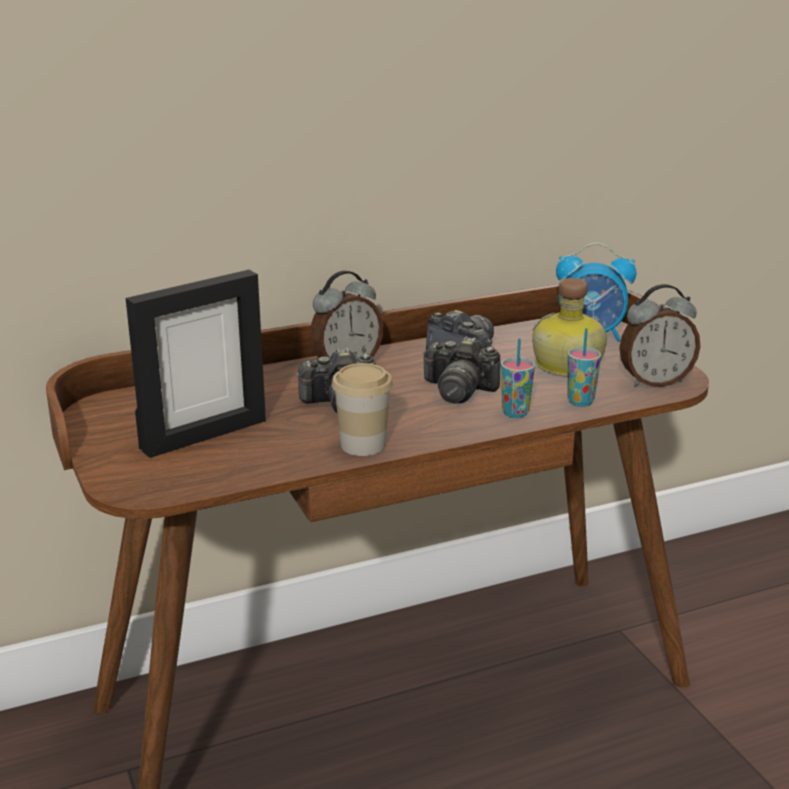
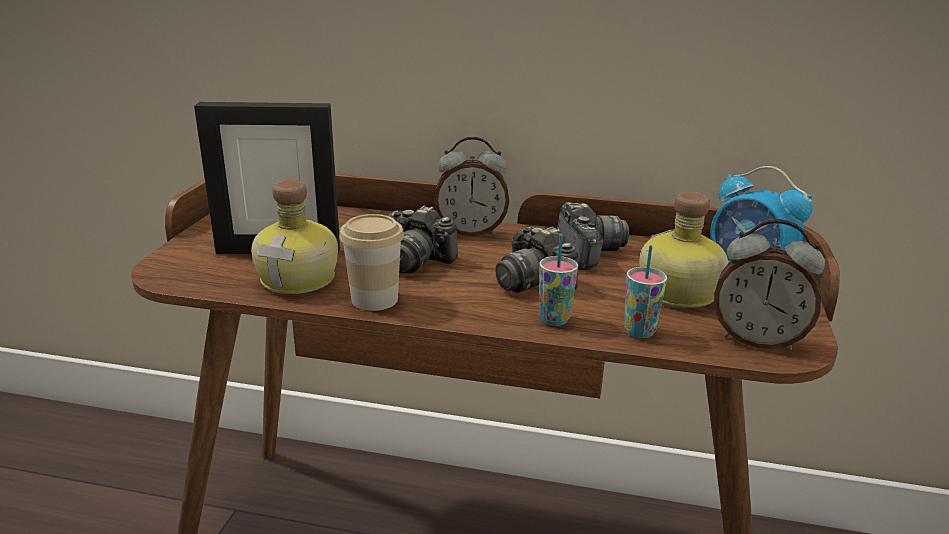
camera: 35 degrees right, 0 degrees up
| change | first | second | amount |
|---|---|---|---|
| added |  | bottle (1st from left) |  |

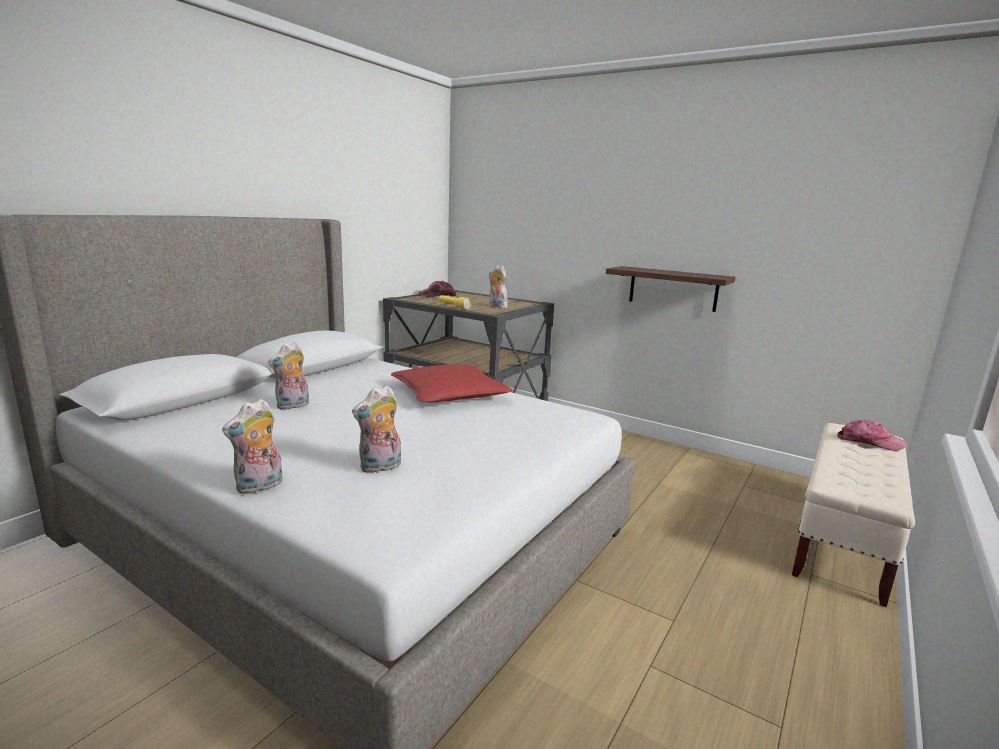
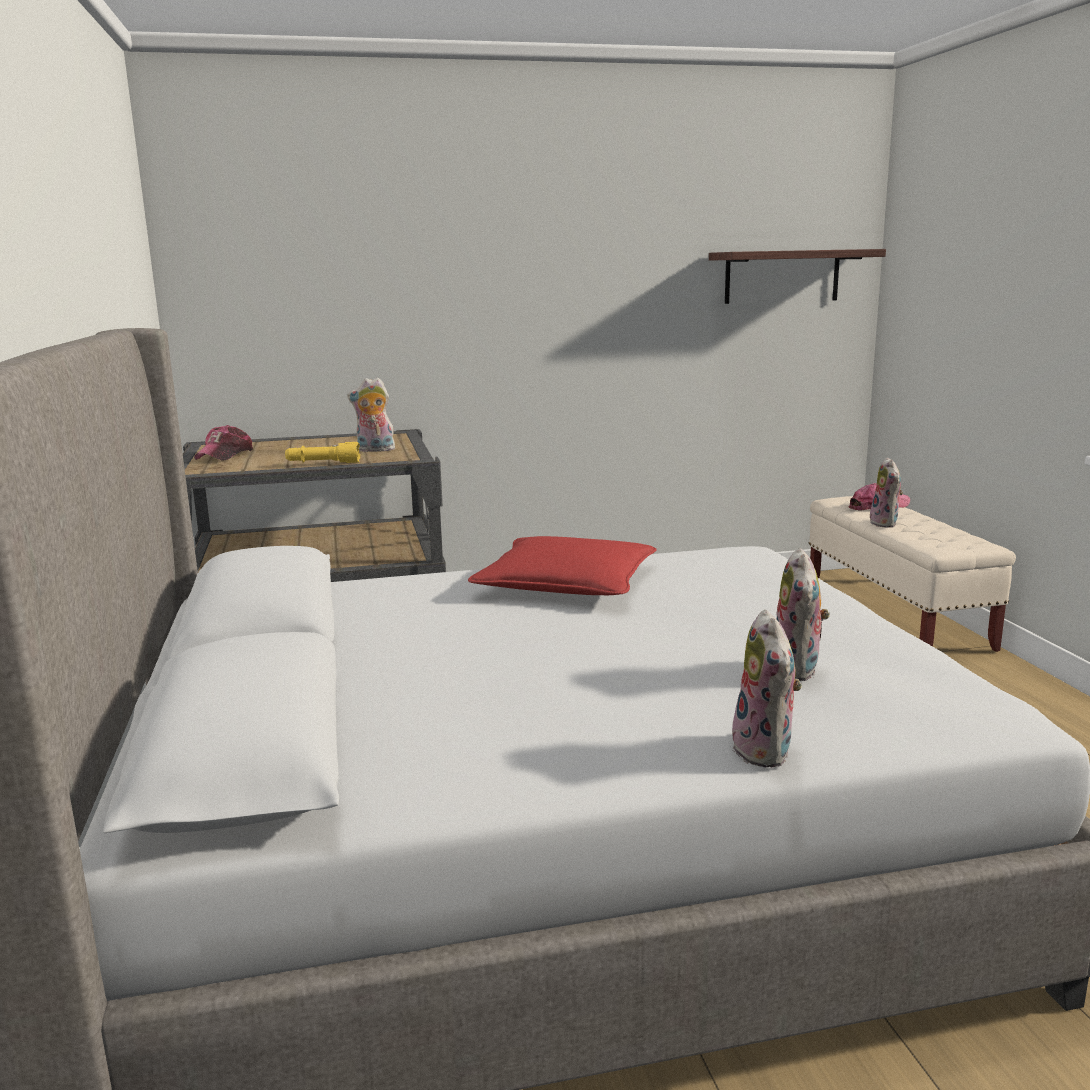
camera: 45 degrees left, 0 degrees up
| change | first | second | amount |
|---|---|---|---|
| moved | plush toy (2nd from left in the first image) | plush toy (4th from left) |  |
| moved | shelf |  |  |

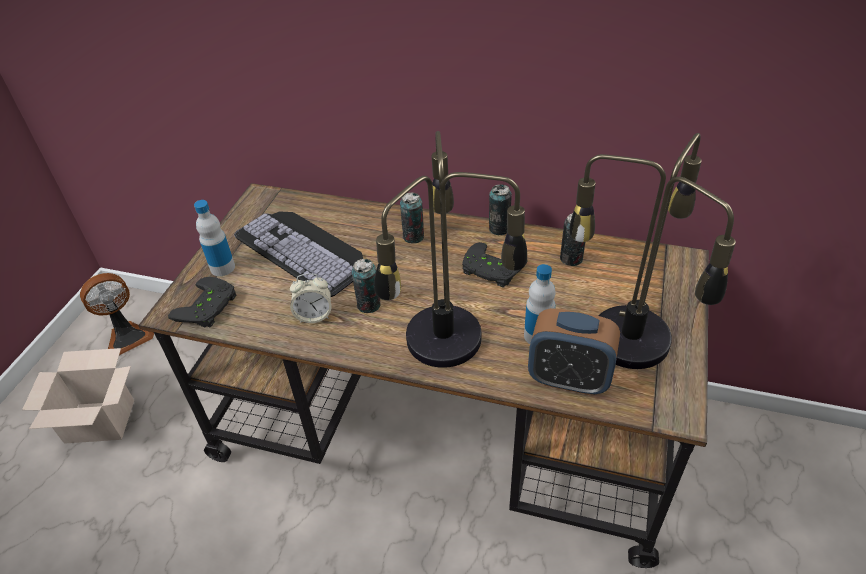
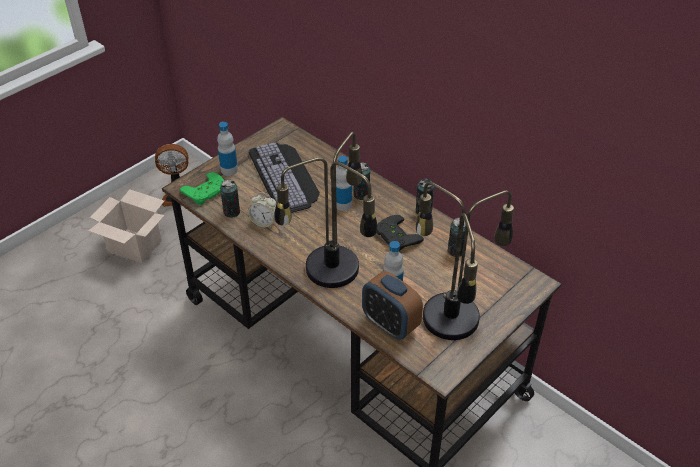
camera: 25 degrees right, 0 degrees up
| change | first | second | amount |
|---|---|---|---|
| added |  | bottle (2nd from left) |  |
| moved | can (1st from left) |  |  |
| recoloured | black game controller (1st from left) | green game controller |  |

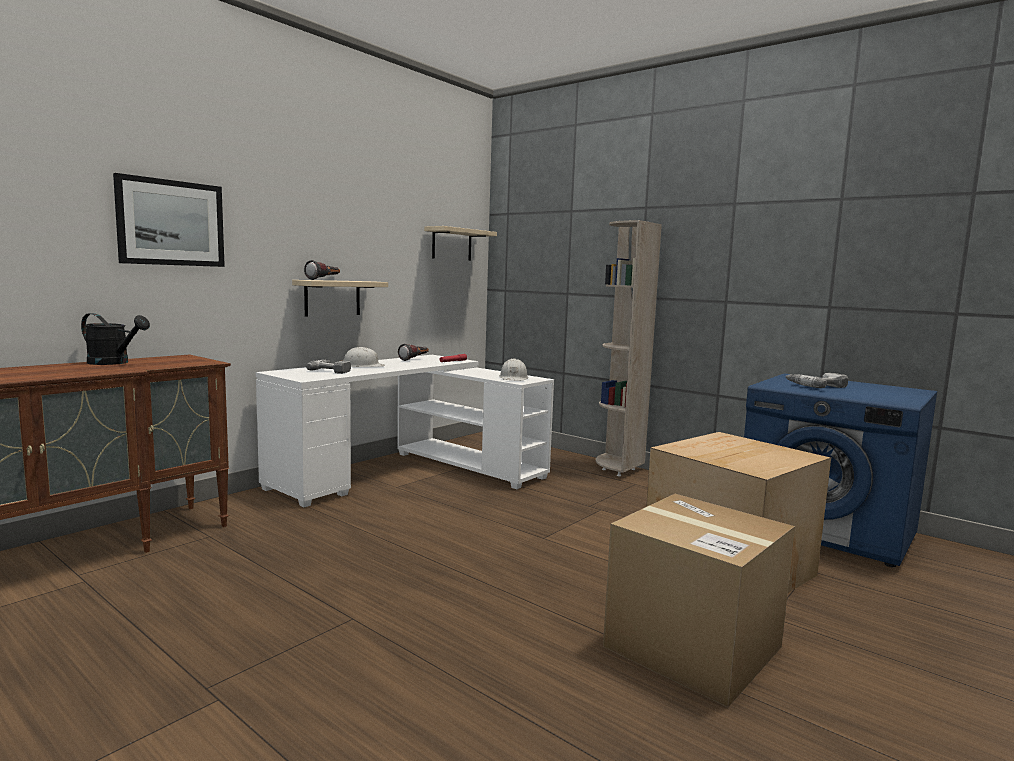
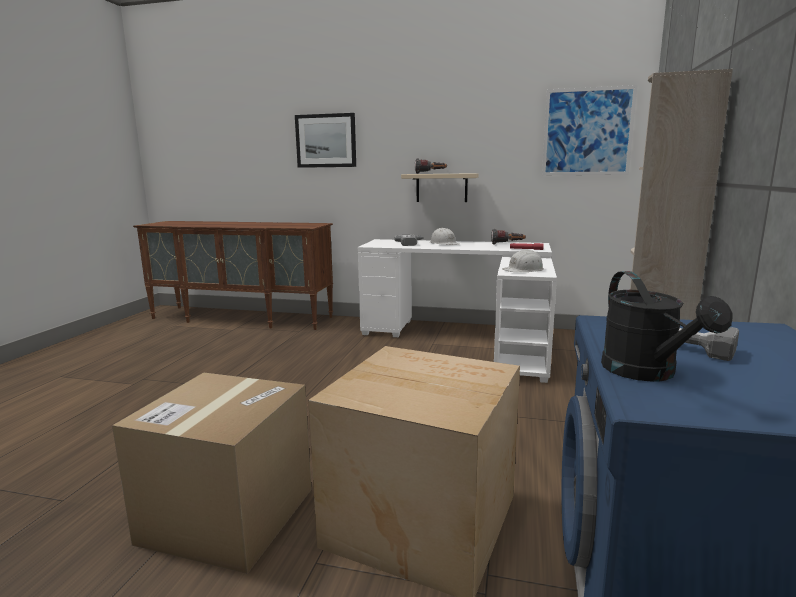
camera: 65 degrees right, 5 degrees up
| change | first | second | amount |
|---|---|---|---|
| moved | black watering can |  |  |
| replaced | beige shelf (2nd from left) | picture (2nd from left) |  |

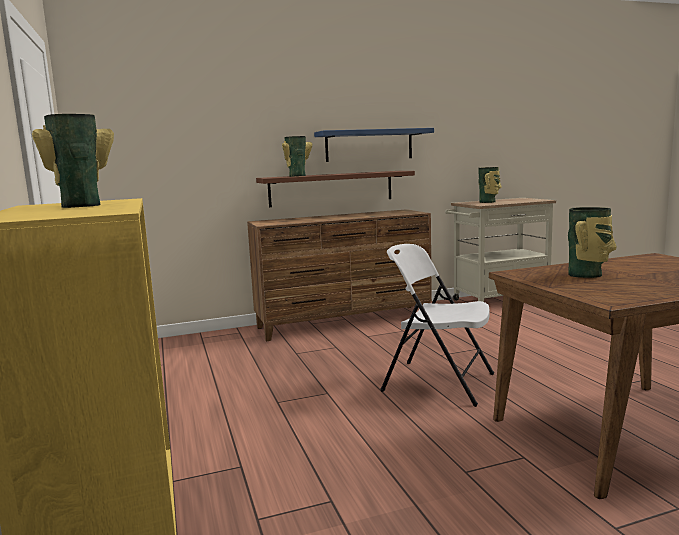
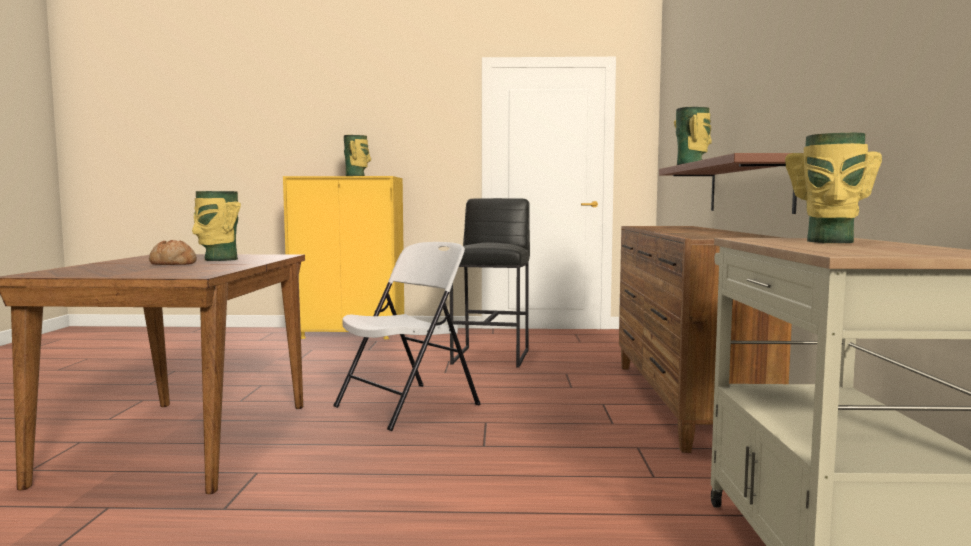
camera: 110 degrees right, 5 degrees down
| change | first | second | amount |
|---|---|---|---|
| removed | blue shelf |  |  |
| added |  | bread |  |
| added |  | black stool |  |

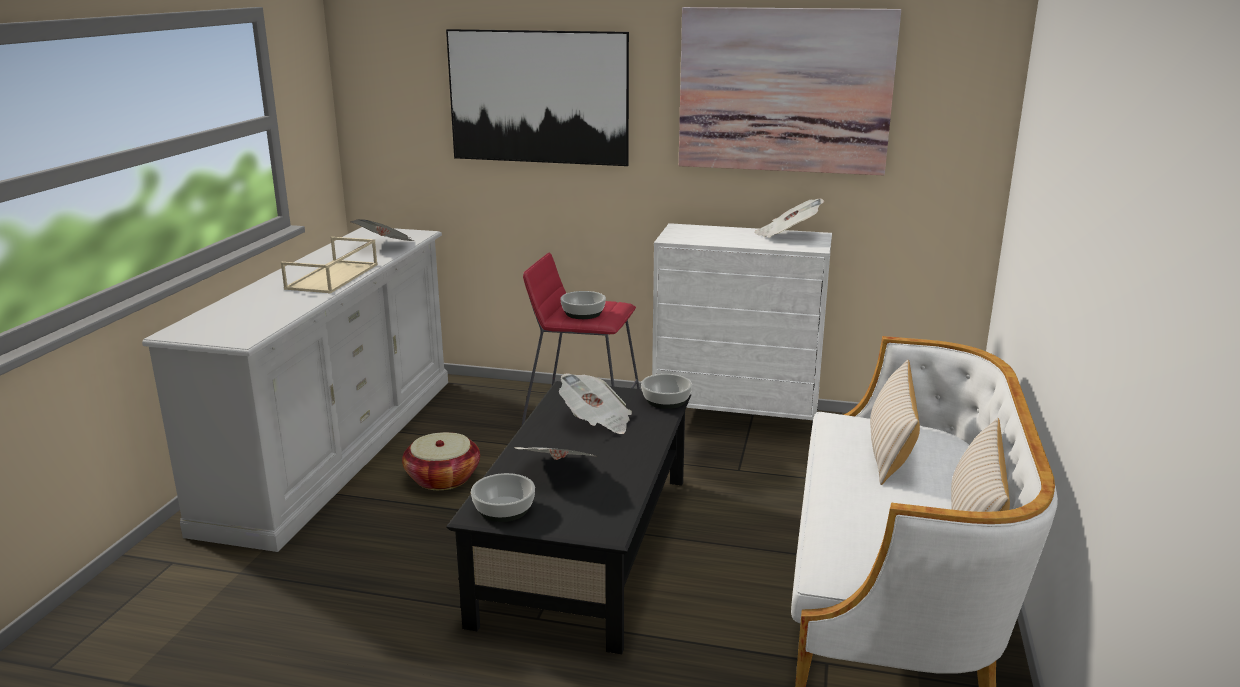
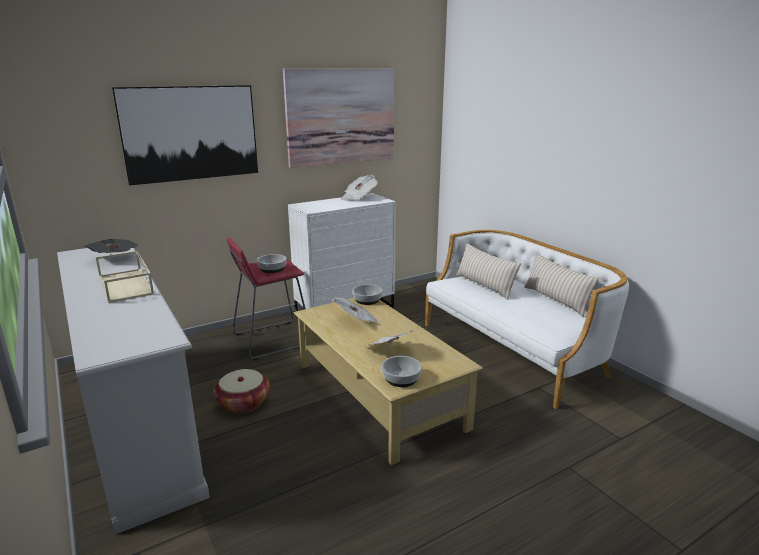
camera: 45 degrees left, 0 degrees up
| change | first | second | amount |
|---|---|---|---|
| recoloured | black coffee table | beige coffee table |  |

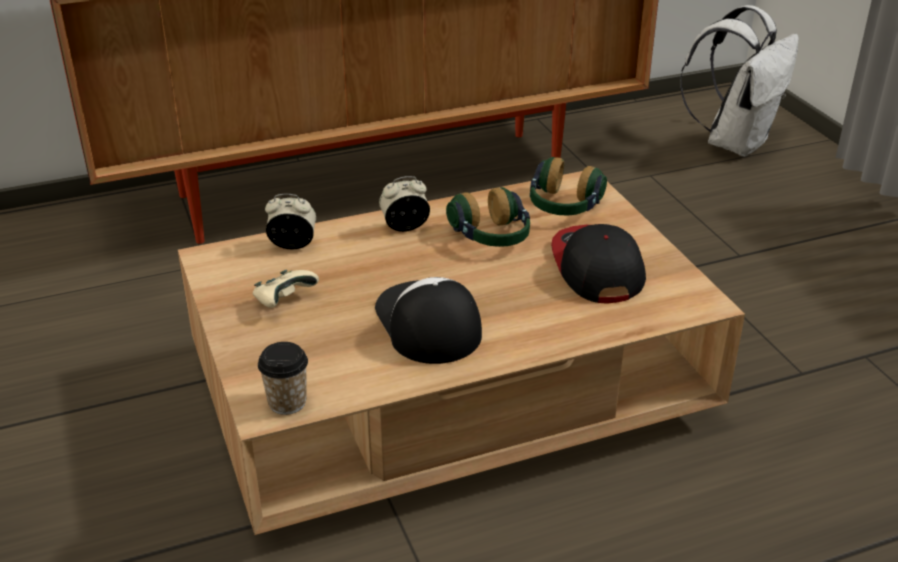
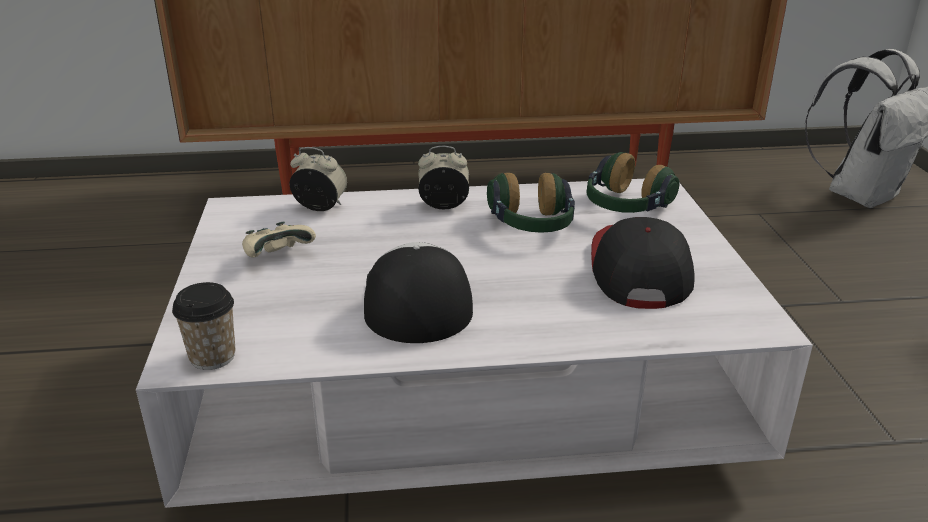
camera: 15 degrees right, 5 degrees down
| change | first | second | amount |
|---|---|---|---|
| recoloured | brown coffee table | white coffee table |  |

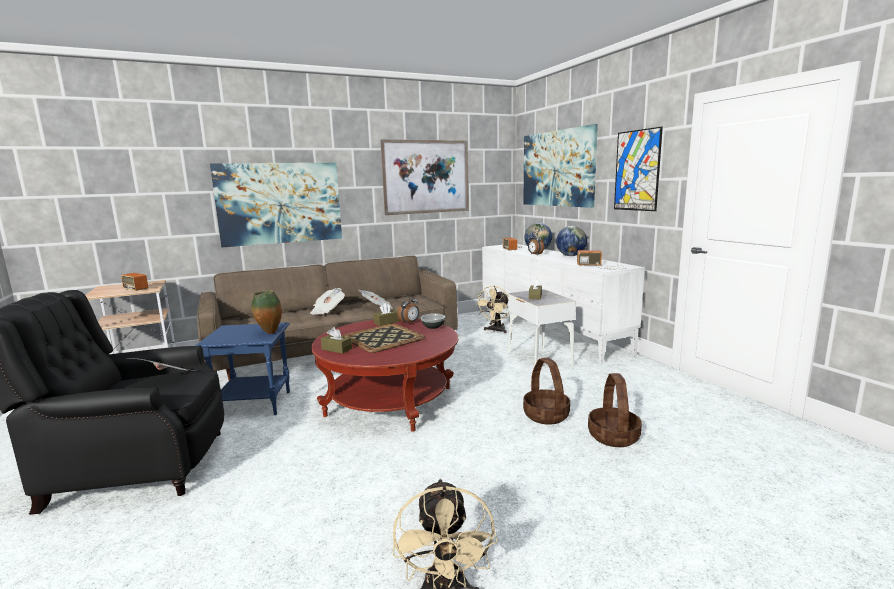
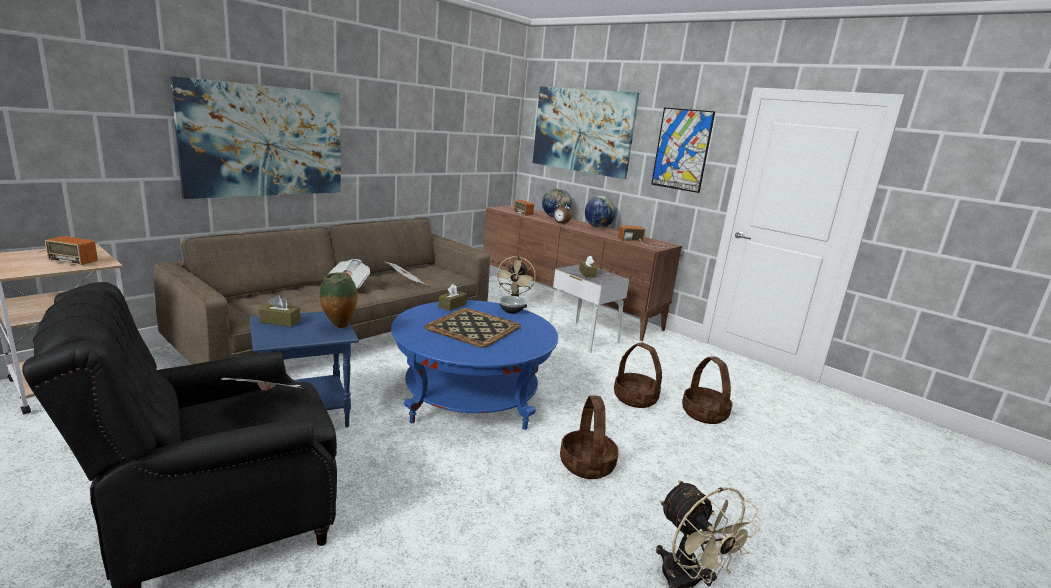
camera: 25 degrees left, 5 degrees up
| change | first | second | amount |
|---|---|---|---|
| removed | picture (2nd from left) |  |  |
| removed | alarm clock (1st from left) |  |  |
| added |  | basket (1st from left) |  |
| moved | brown tissue box (1st from left) |  |  |
| recoloured | red coffee table | blue coffee table |  |
| recoloured | white cabinet | brown cabinet |  |

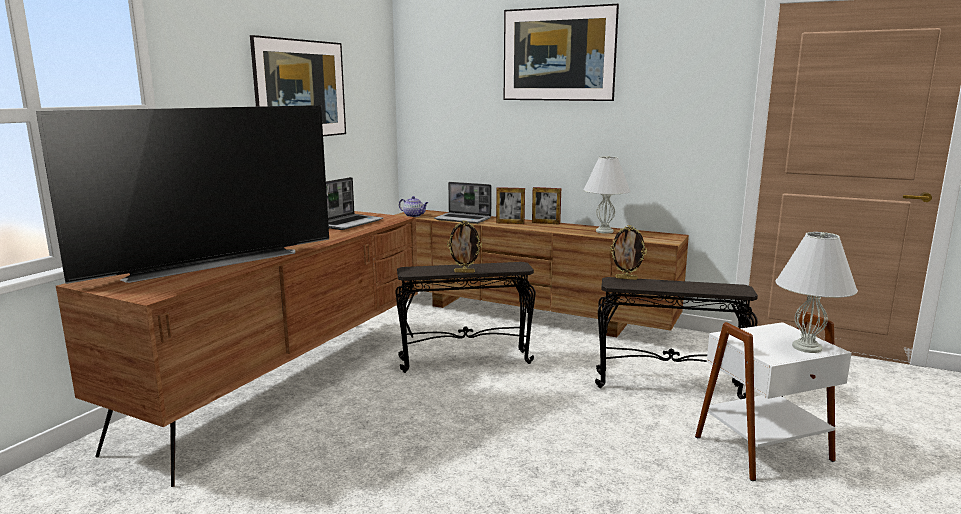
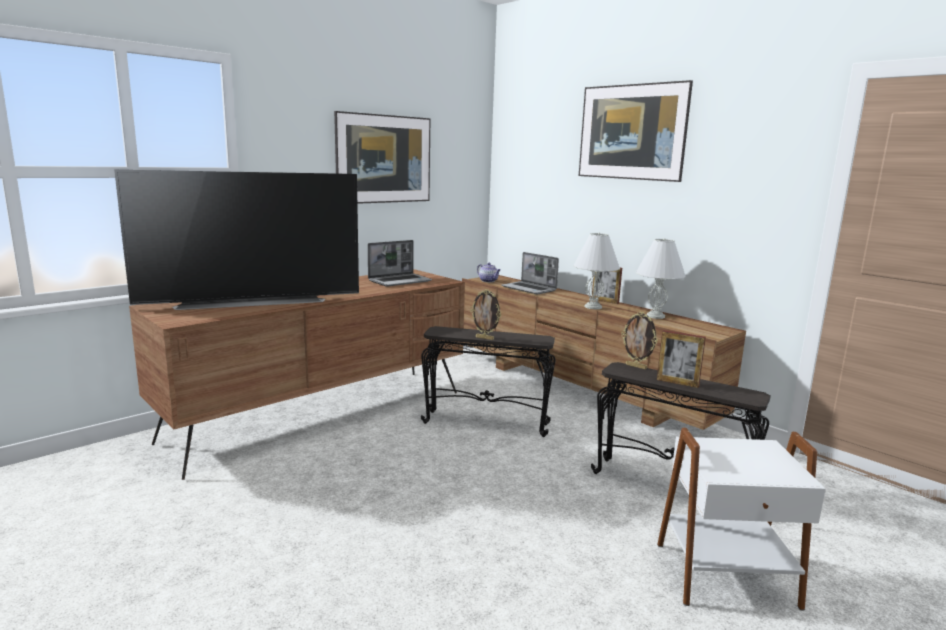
camera: 20 degrees right, 0 degrees up
| change | first | second | amount |
|---|---|---|---|
| moved | picture frame (2nd from left in the first image) | picture frame (4th from left) |  |
| moved | white table lamp (2nd from left in the first image) | white table lamp (1st from left) |  |

